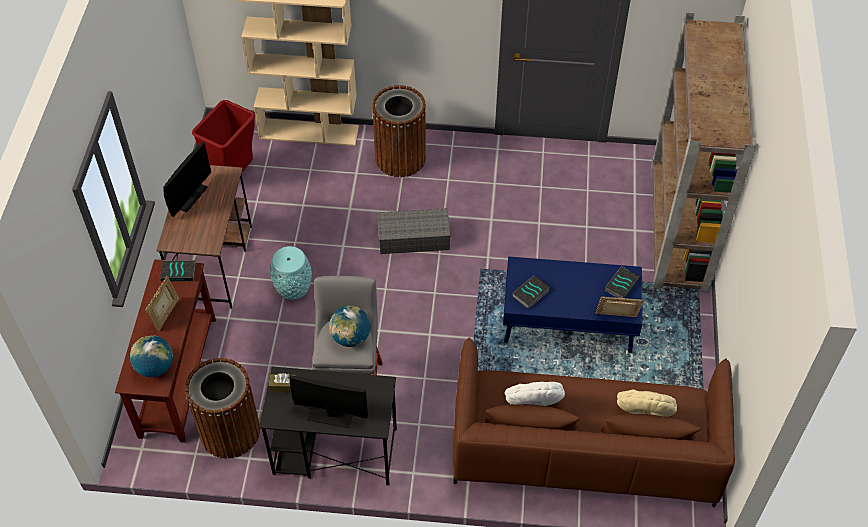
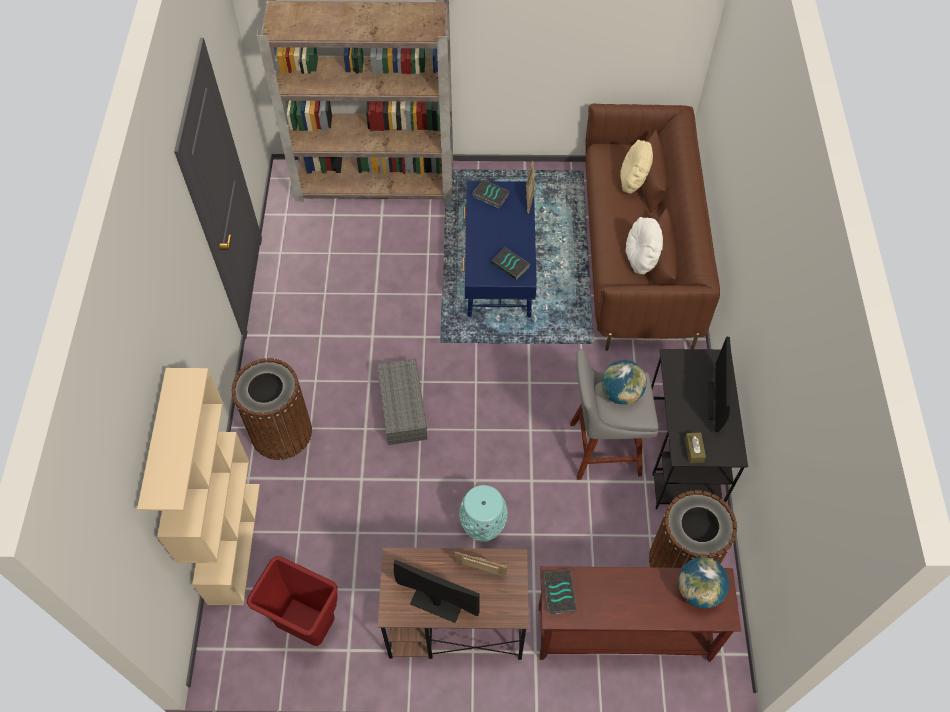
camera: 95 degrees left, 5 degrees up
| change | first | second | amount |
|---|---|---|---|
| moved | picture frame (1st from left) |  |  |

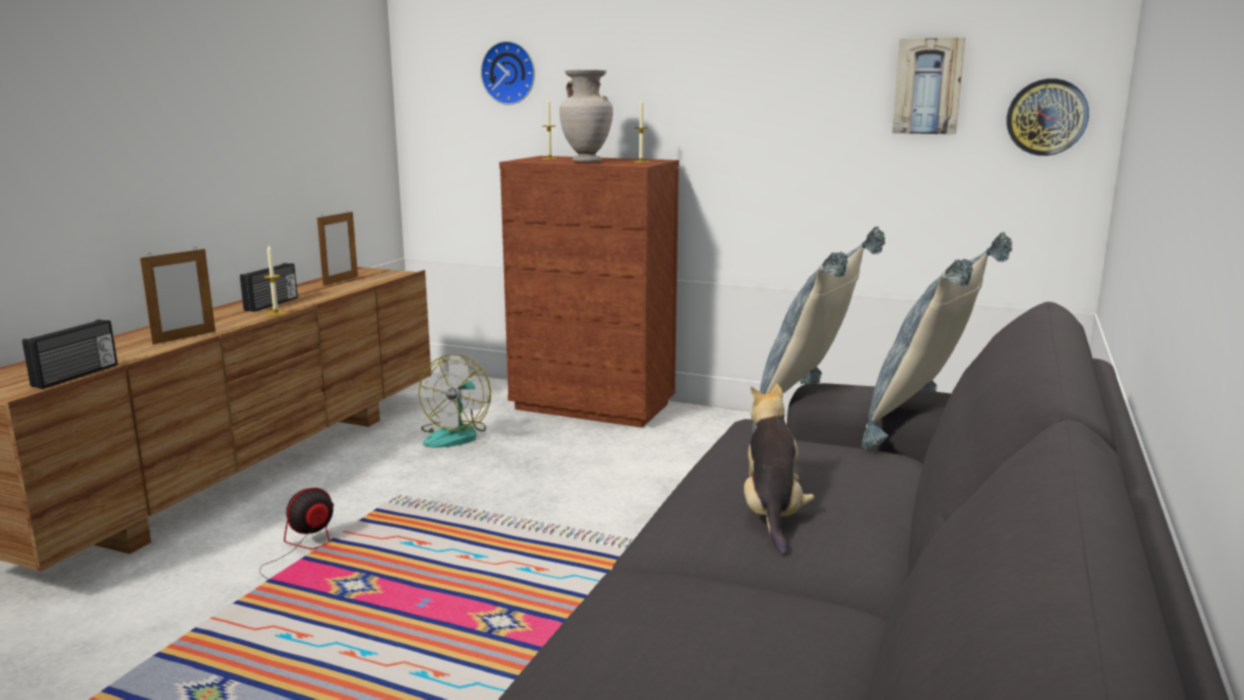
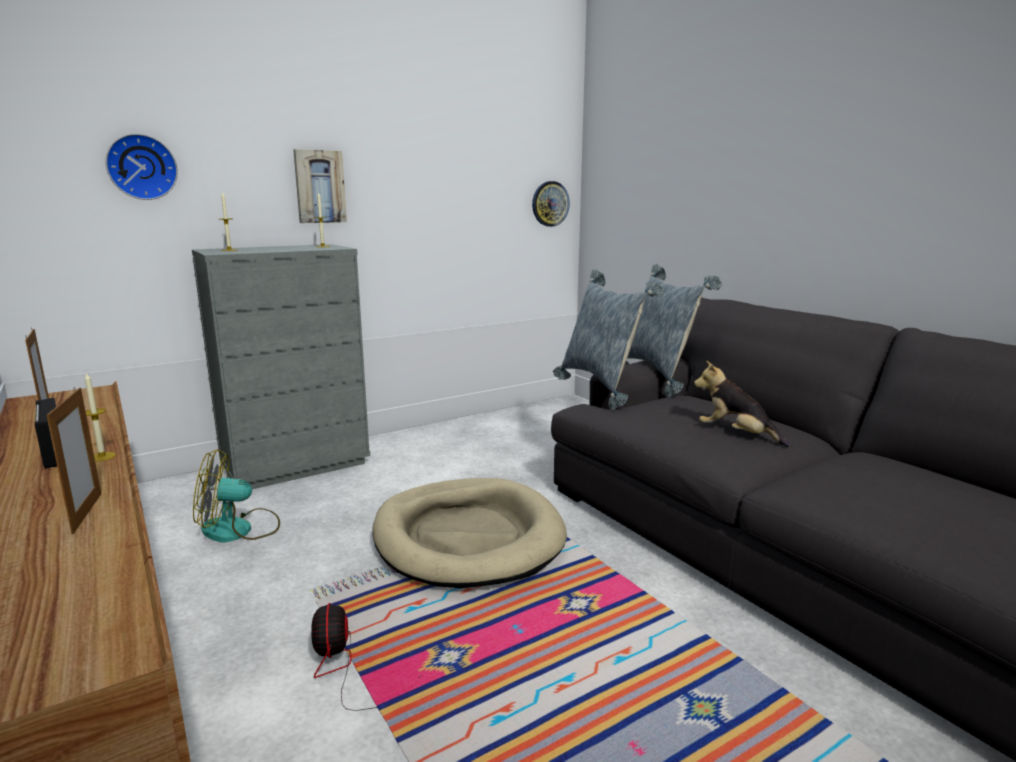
camera: 55 degrees left, 0 degrees up
| change | first | second | amount |
|---|---|---|---|
| removed | radio (1st from left) |  |  |
| removed | beige vase |  |  |
| added |  | beige dog bed |  |
| moved | picture |  |  |
| recoloured | brown dresser | grey dresser |  |
| turned | fan (2nd from left in the first image) | fan (1st from left) | 120 degrees clockwise |

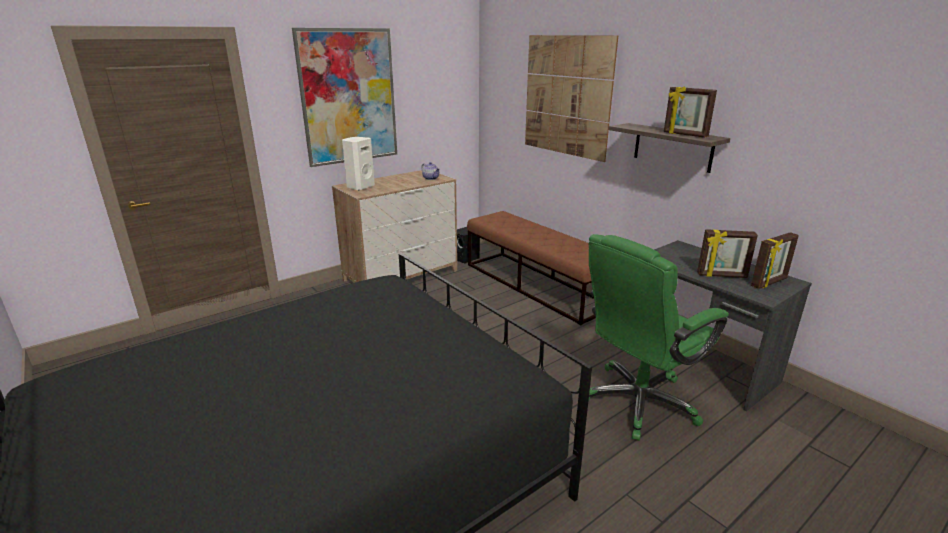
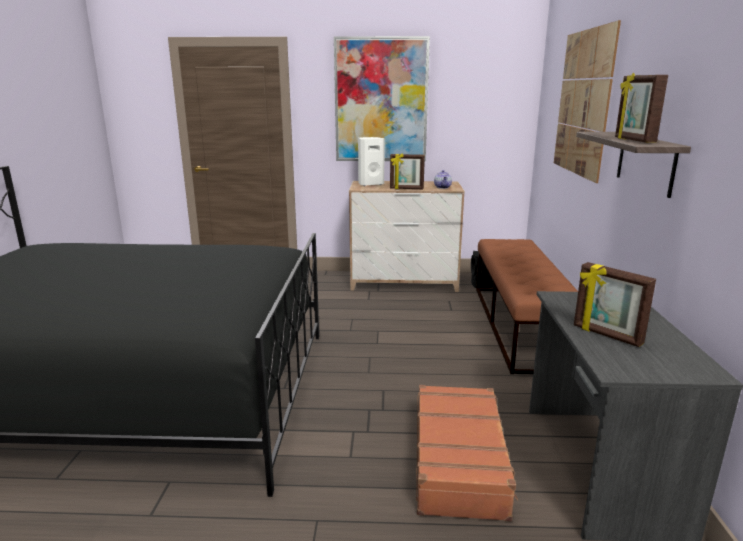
camera: 40 degrees right, 5 degrees down
| change | first | second | amount |
|---|---|---|---|
| moved | picture frame (3rd from left in the first image) | picture frame (1st from left) |  |
| replaced | green office chair | brown suitcase |  |

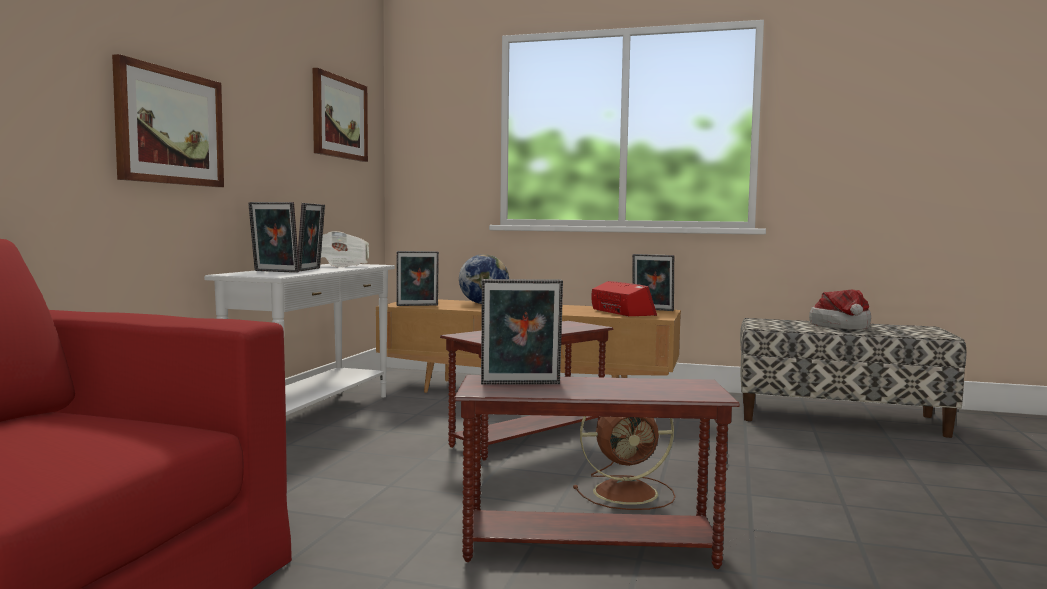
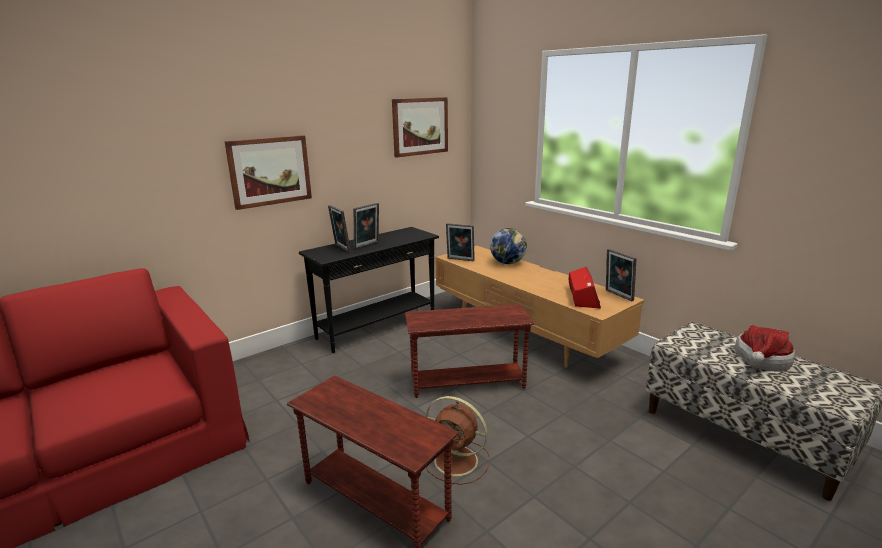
camera: 35 degrees right, 15 degrees up
| change | first | second | amount |
|---|---|---|---|
| removed | newspaper |  |  |
| removed | picture frame (4th from left) |  |  |
| recoloured | white console table | black console table |  |

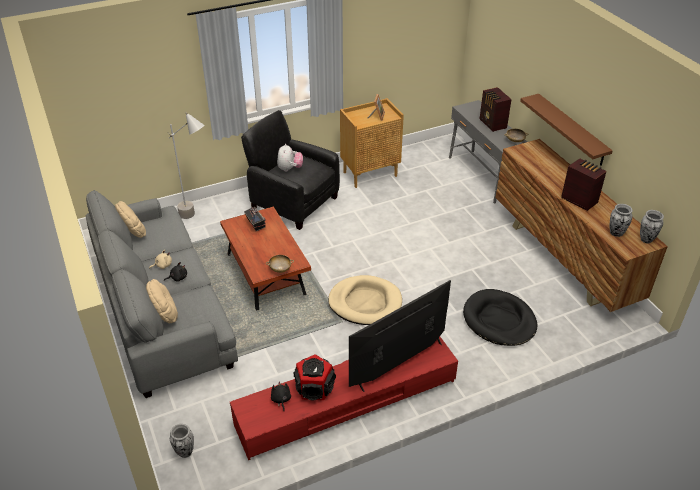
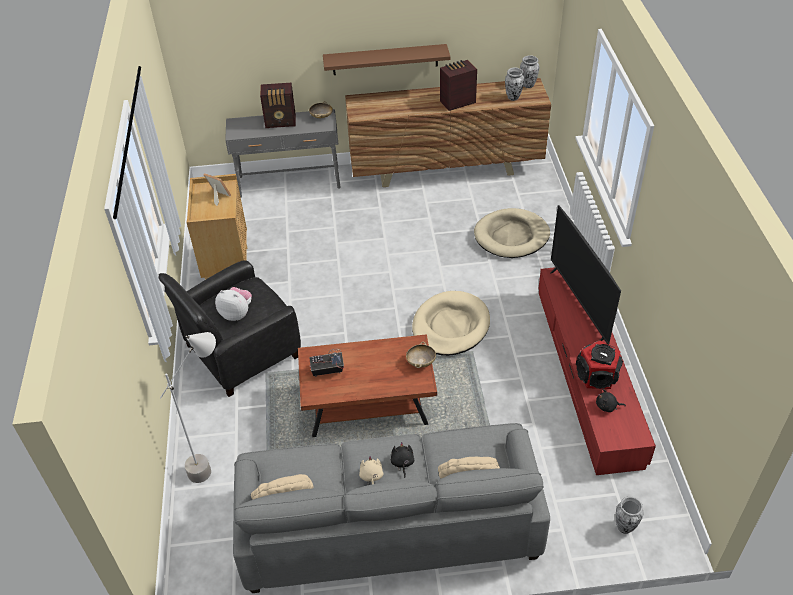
camera: 70 degrees left, 5 degrees up
| change | first | second | amount |
|---|---|---|---|
| recoloured | black dog bed | beige dog bed (2nd from left) |  |

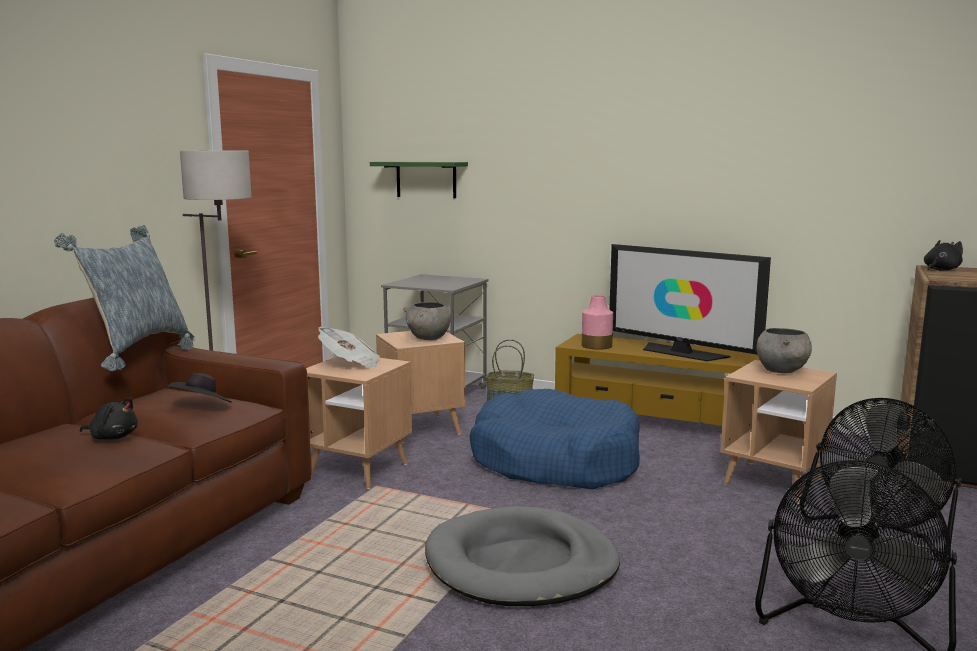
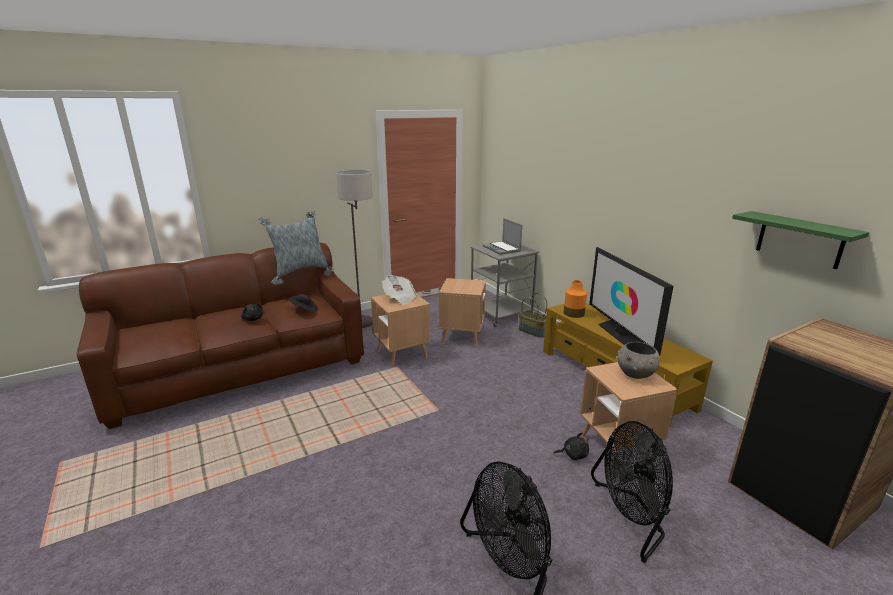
camera: 35 degrees right, 10 degrees up
| change | first | second | amount |
|---|---|---|---|
| removed | grey bowl (1st from left) |  |  |
| removed | grey dog bed |  |  |
| removed | blue dog bed |  |  |
| added |  | laptop |  |
| moved | green shelf |  |  |
| moved | black plush toy (2nd from left) |  |  |
| recoloured | pink vase | orange vase |  |

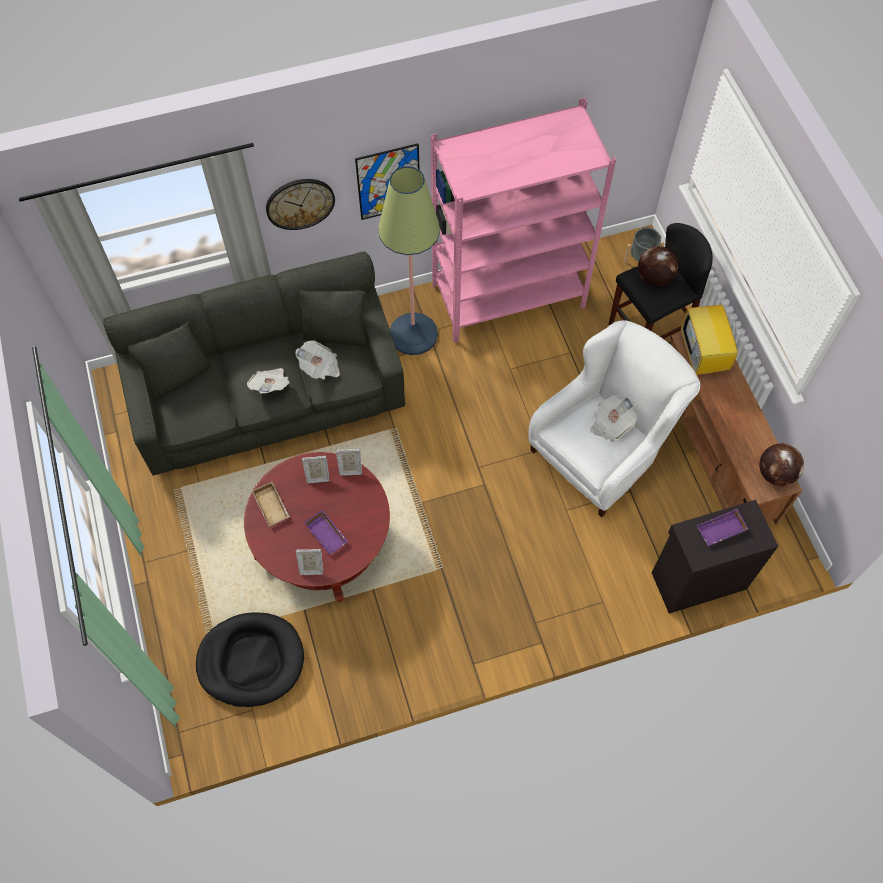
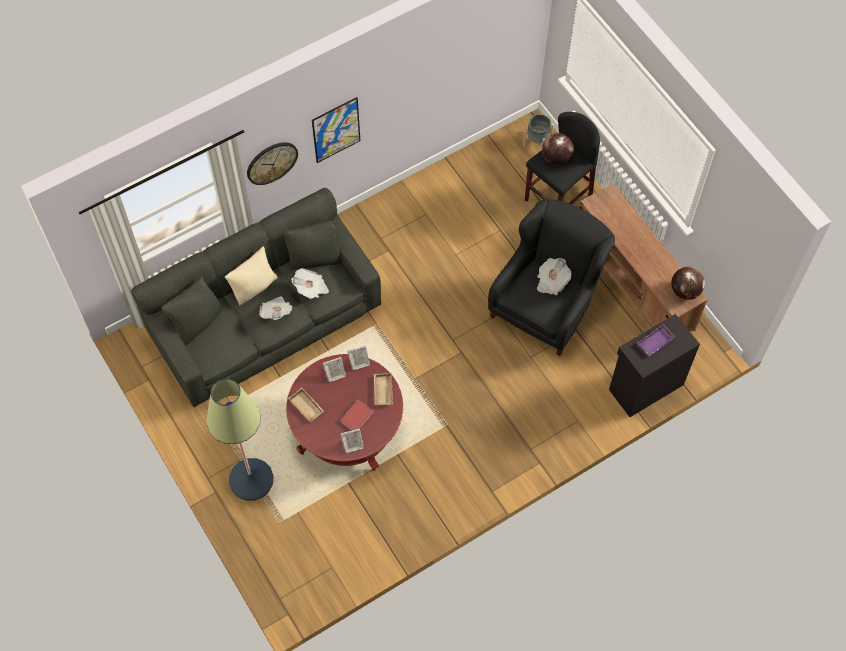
camera: 15 degrees left, 0 degrees up
| change | first | second | amount |
|---|---|---|---|
| removed | black dog bed |  |  |
| removed | pink bookcase |  |  |
| removed | television |  |  |
| added |  | beige pillow |  |
| added |  | beige tray (2nd from left) |  |
| moved | floor lamp |  |  |
| replaced | purple tray (1st from left) | red book |  |
| recoloured | white armchair | black armchair |  |

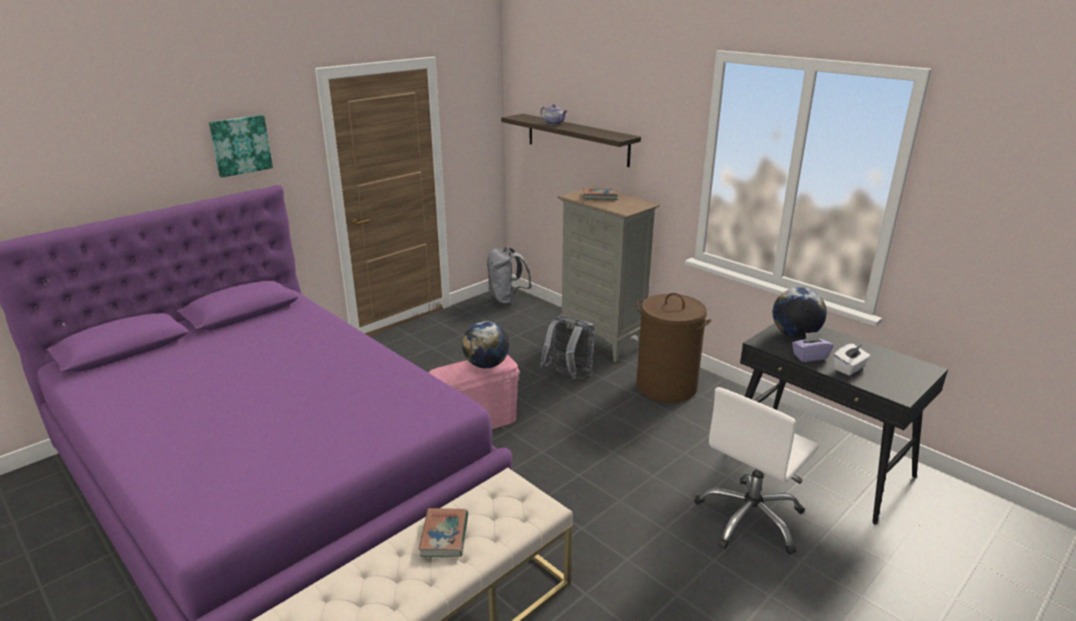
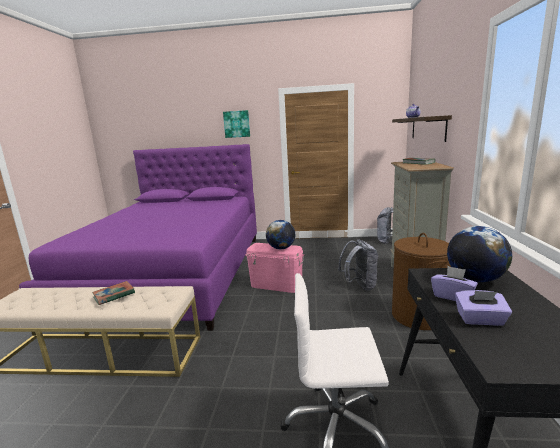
camera: 50 degrees right, 10 degrees down
| change | first | second | amount |
|---|---|---|---|
| recoloured | white tissue box | purple tissue box (2nd from left) |  |

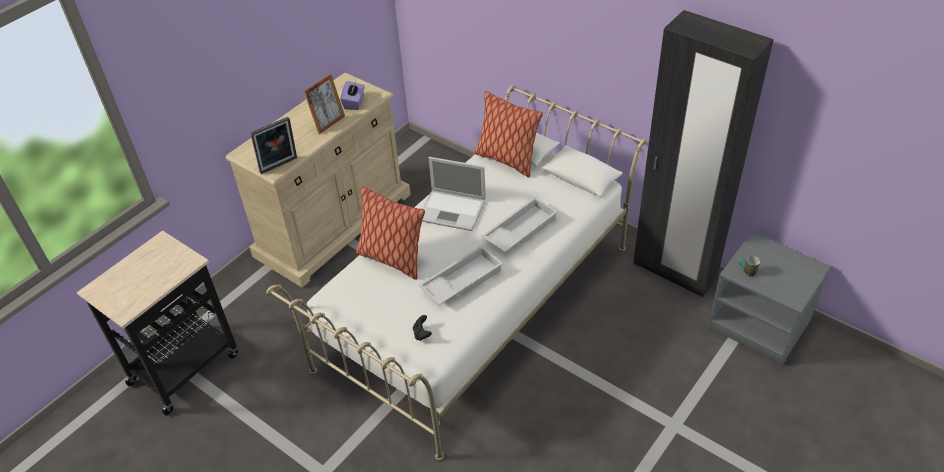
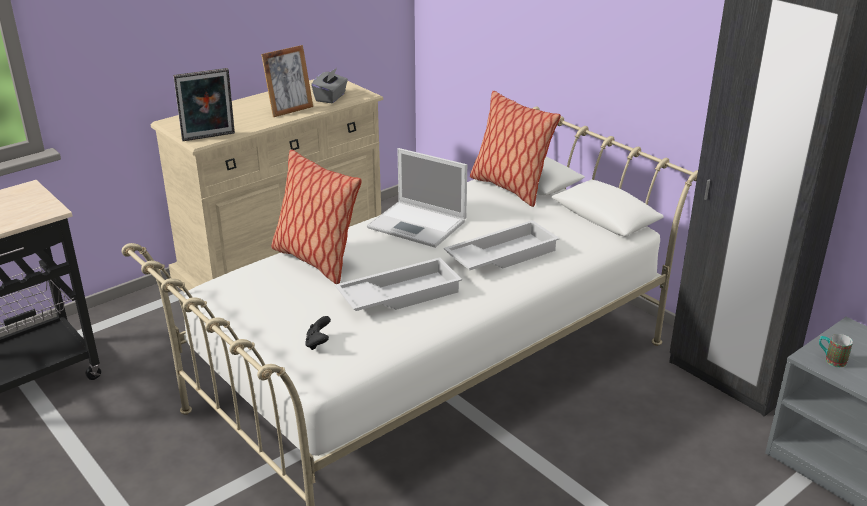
camera: 10 degrees right, 15 degrees down
| change | first | second | amount |
|---|---|---|---|
| recoloured | purple tissue box | grey tissue box |  |

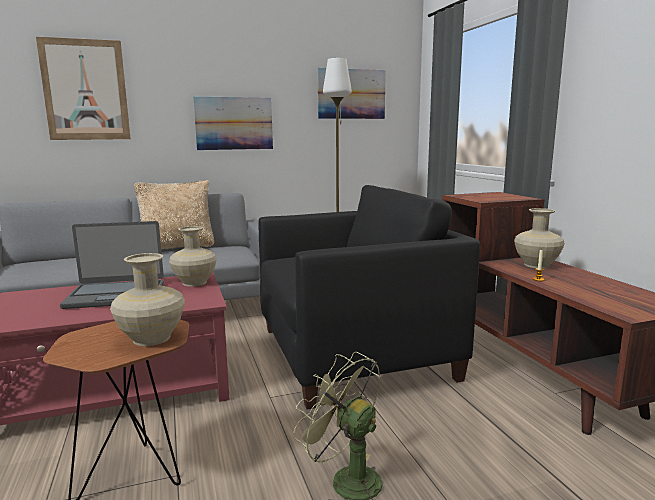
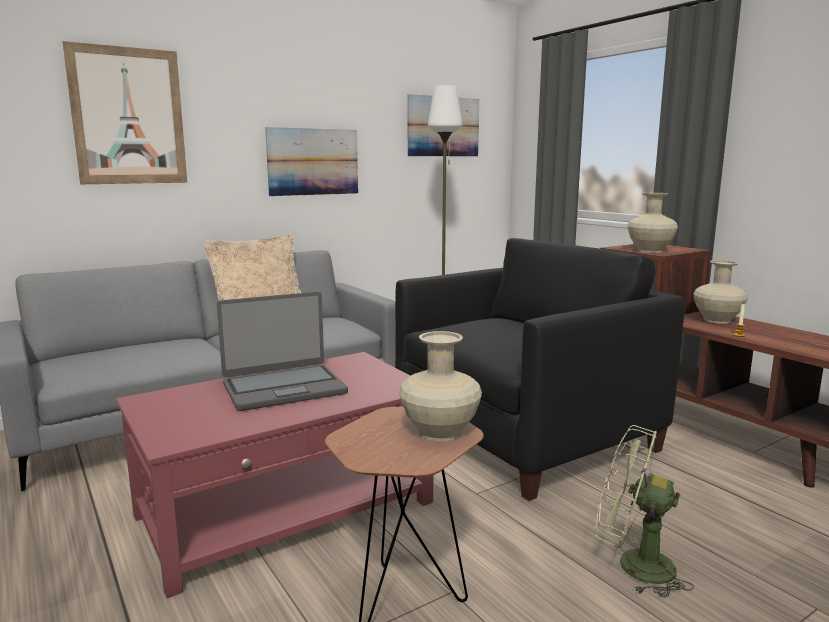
camera: 15 degrees left, 0 degrees up
| change | first | second | amount |
|---|---|---|---|
| moved | beige vase (2nd from left) |  |  |

